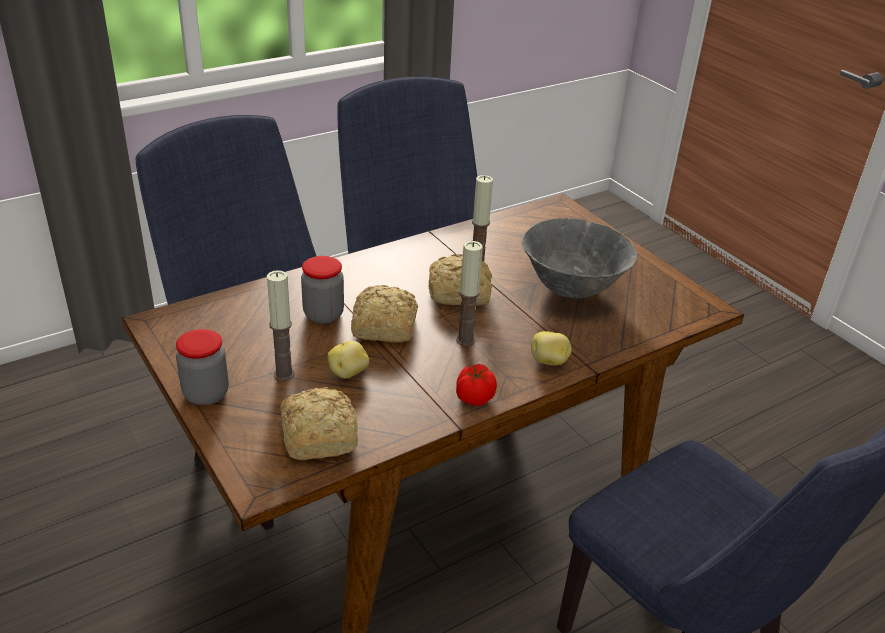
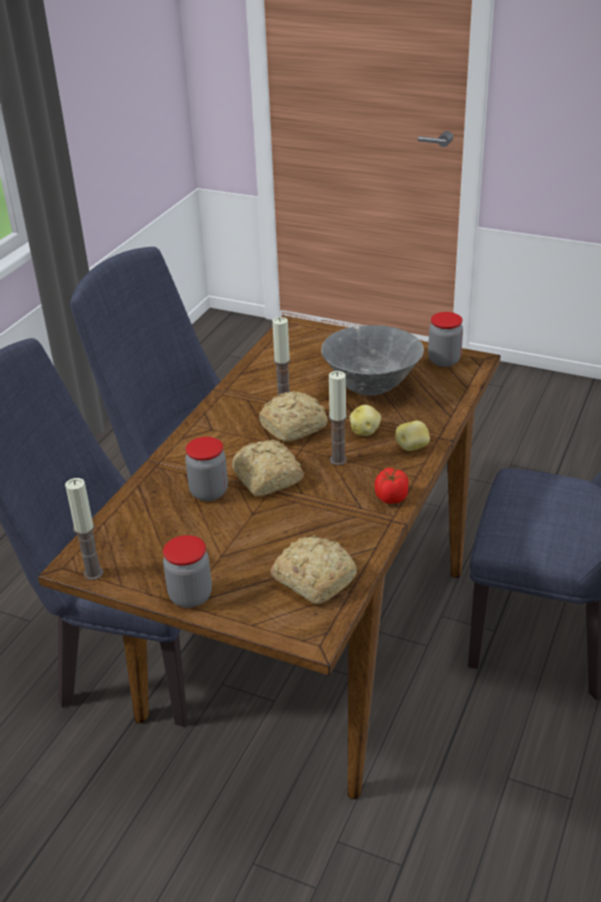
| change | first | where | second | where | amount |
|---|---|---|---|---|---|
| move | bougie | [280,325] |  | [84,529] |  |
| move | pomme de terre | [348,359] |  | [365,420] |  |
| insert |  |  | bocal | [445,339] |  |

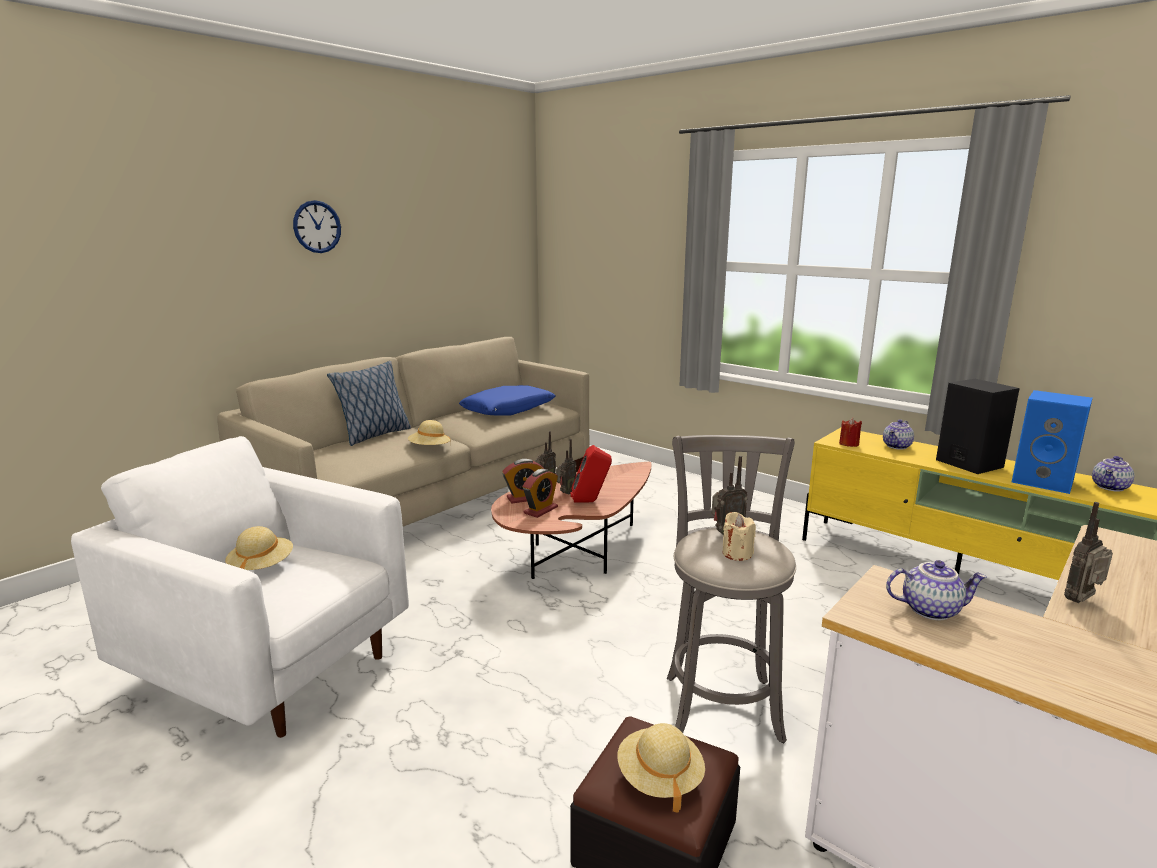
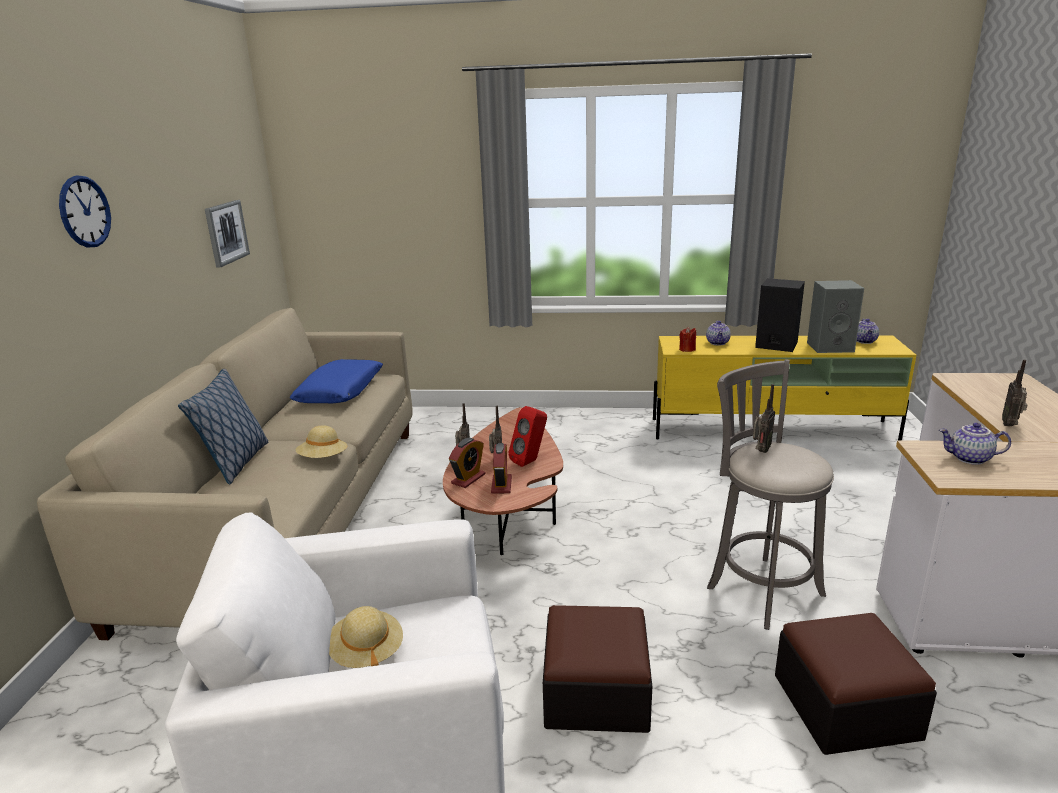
| change | first | where | second | where | amount |
|---|---|---|---|---|---|
| recolor | enceinte [bleu] | [1052,442] | enceinte [gris] | [835,316] |  |
| delete | bougie [beige] | [739,536] |  |  |  |
| rotate | théière | [936,590] |  | [975,444] | 135 degrees counterclockwise |
| delete | chapeau [beige] | [661,768] |  |  |  |
| insert |  |  | tableau | [227,234] |  |
| insert |  |  | pouf | [597,669] |  |

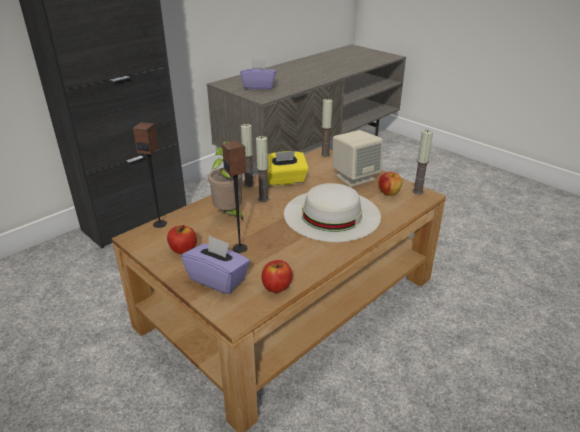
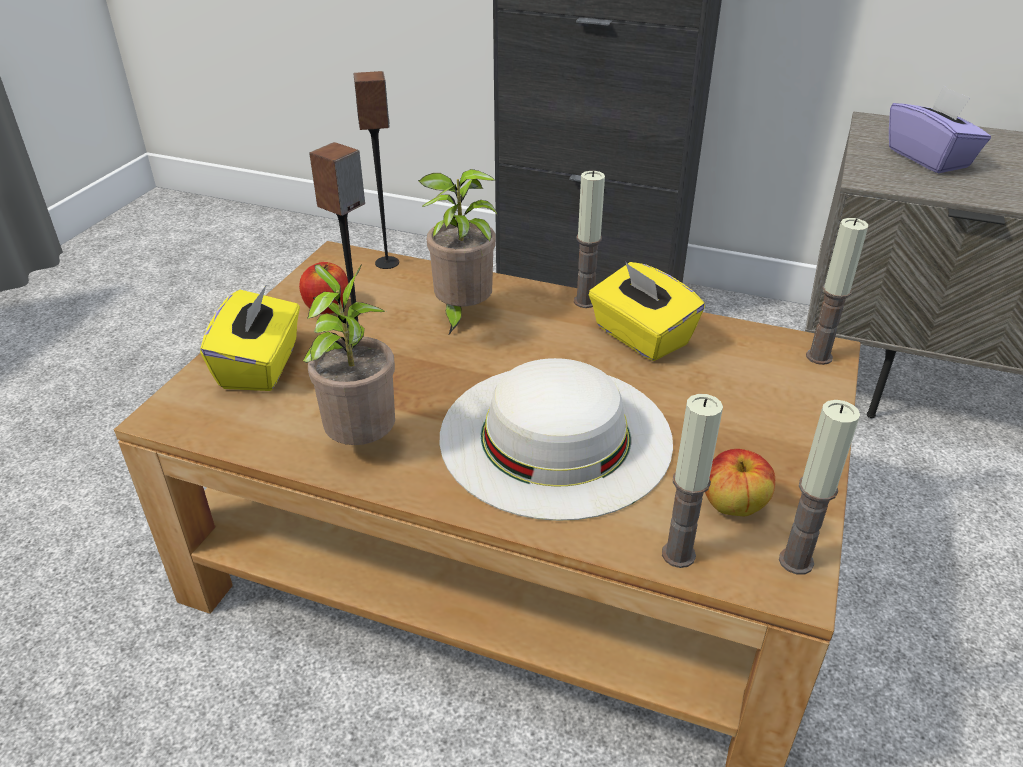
| change | first | where | second | where | amount |
|---|---|---|---|---|---|
| delete | enceinte [beige] | [358,158] |  |  |  |
| move | bougie | [262,169] |  | [692,481] |  |
| recolor | boîte à mouchoirs [violet] | [215,264] | boîte à mouchoirs [jaune] | [250,338] |  |
| delete | pomme | [277,276] |  |  |  |
| insert |  |  | plante en pot | [349,355] |  |

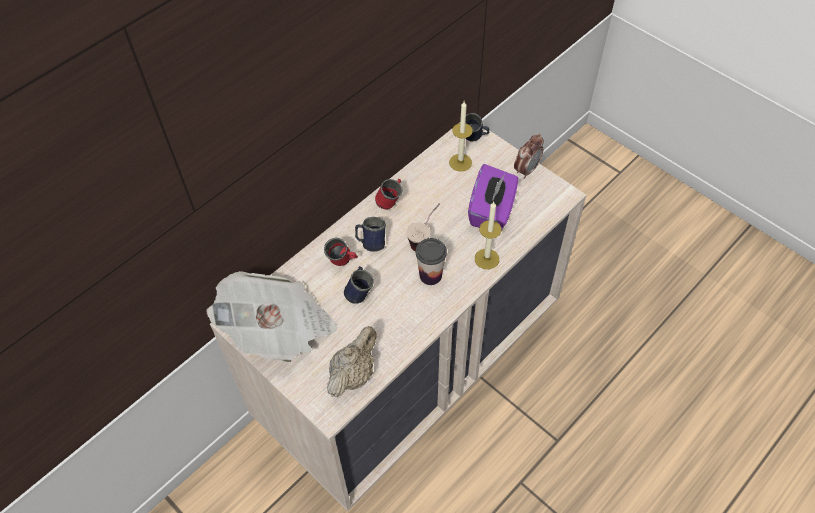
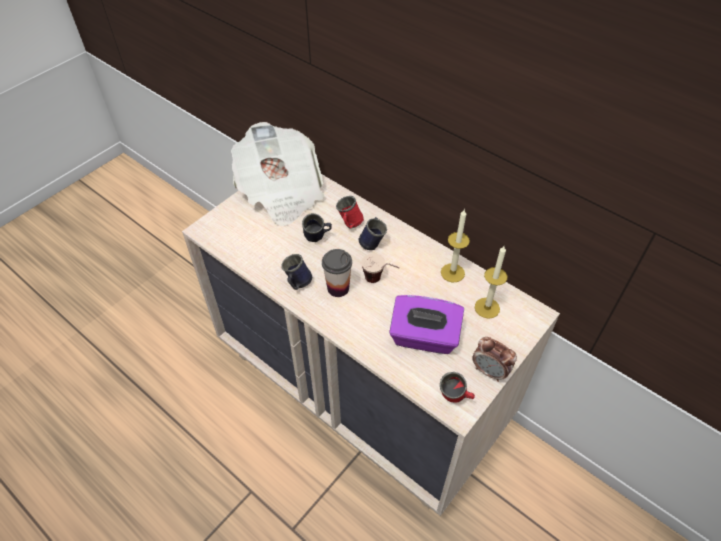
| change | first | where | second | where | amount |
|---|---|---|---|---|---|
| move | mug [bleu] | [477,127] |  | [296,272] |  |
| move | mug [rouge] | [388,194] |  | [457,387] |  |
| move | bougie | [488,235] |  | [455,246] |  |
| delete | théière [beige] | [352,361] |  |  |  |

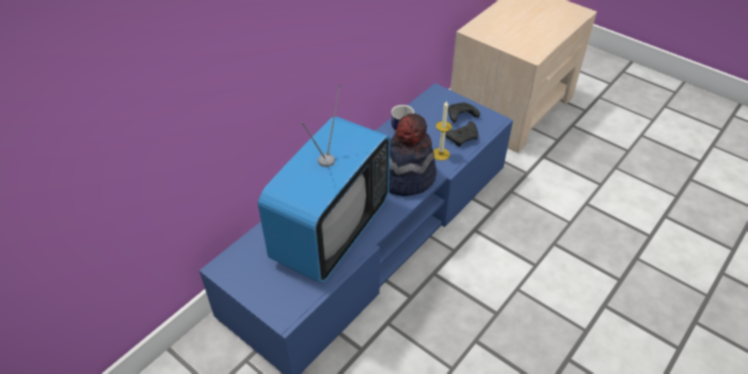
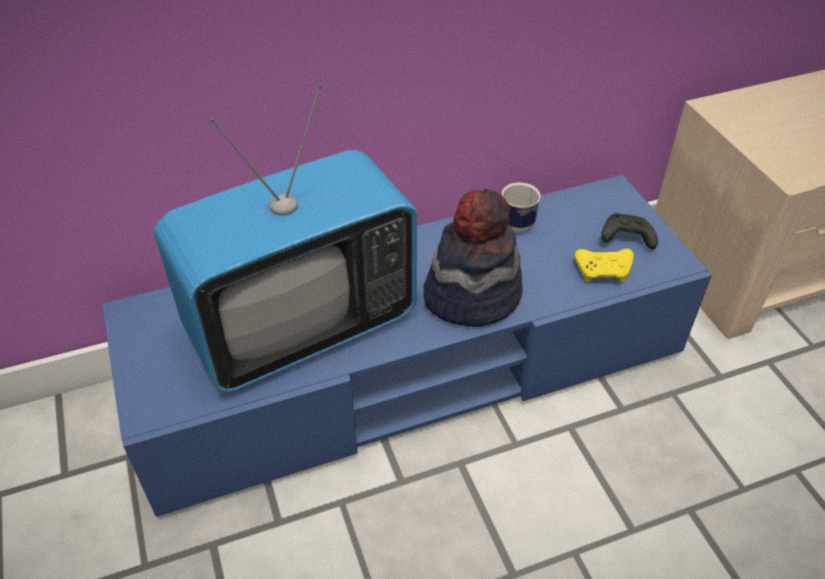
| change | first | where | second | where | amount |
|---|---|---|---|---|---|
| delete | bougie | [442,130] |  |  |  |
| recolor | manette [noir] | [461,134] | manette [jaune] | [604,265] |  |

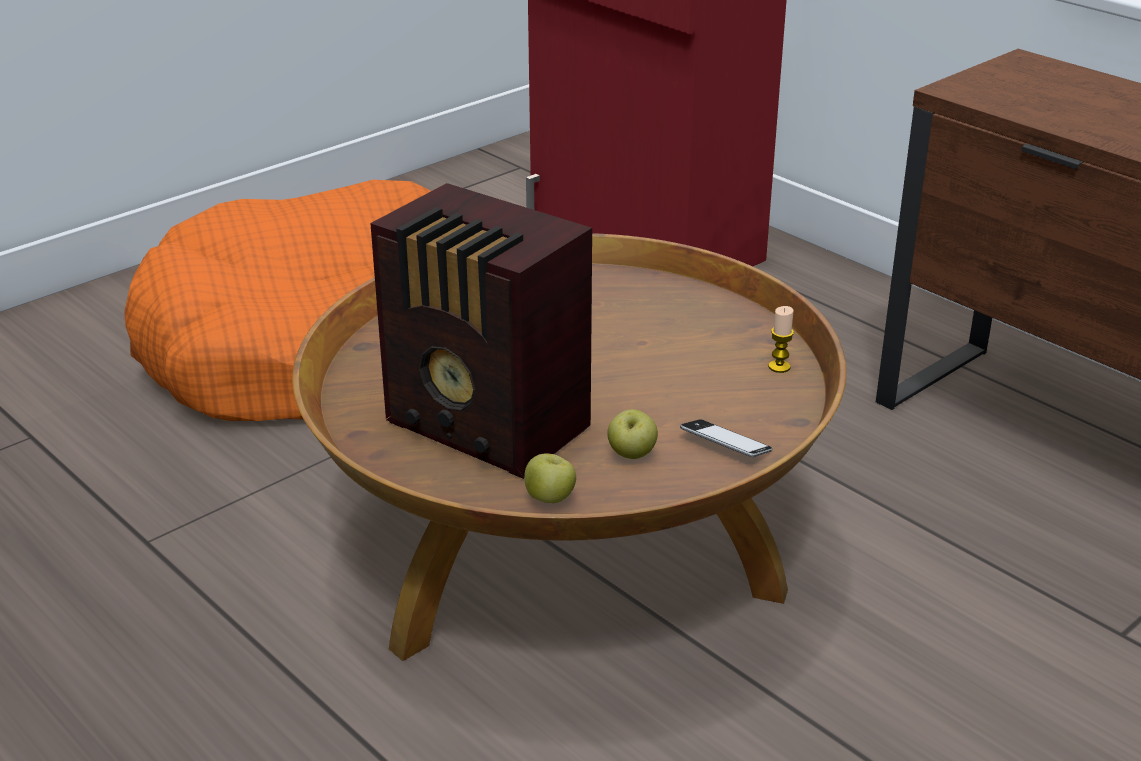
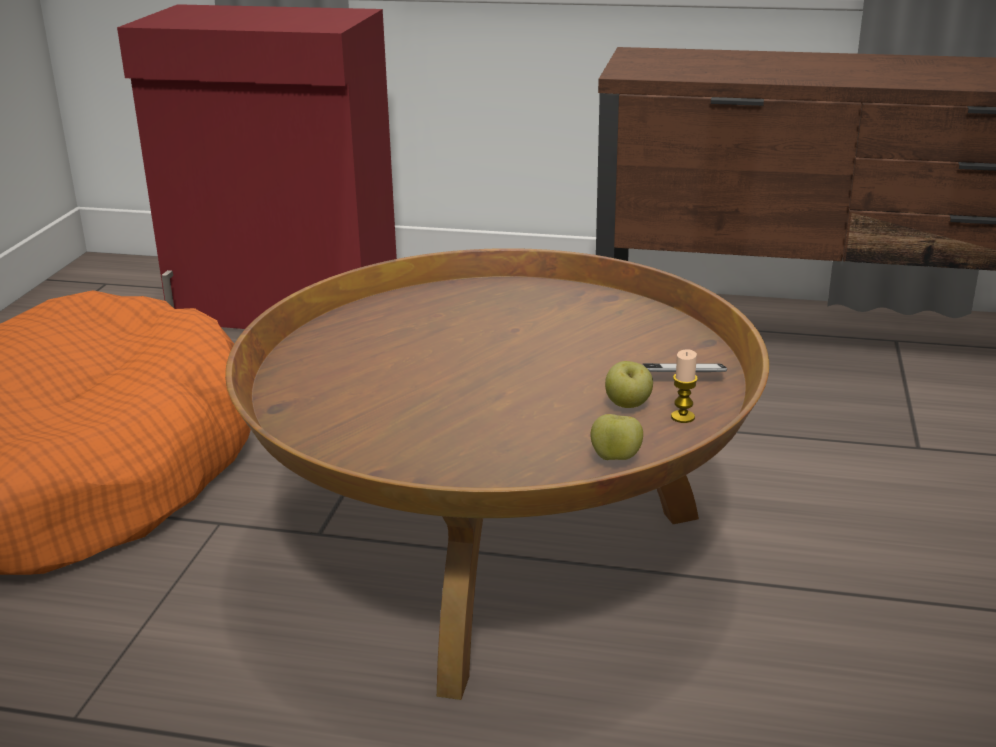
| change | first | where | second | where | amount |
|---|---|---|---|---|---|
| delete | radio | [481,331] |  |  |  |
| move | bougie | [781,339] |  | [684,386] |  |

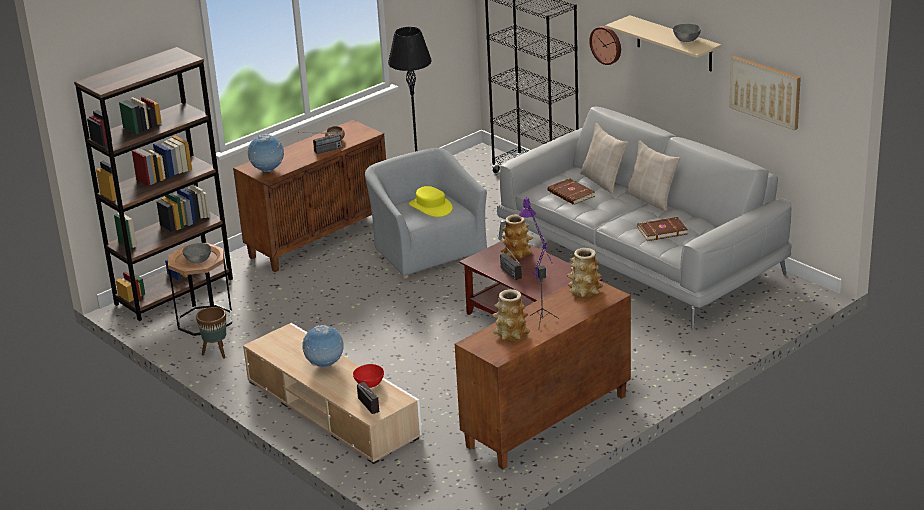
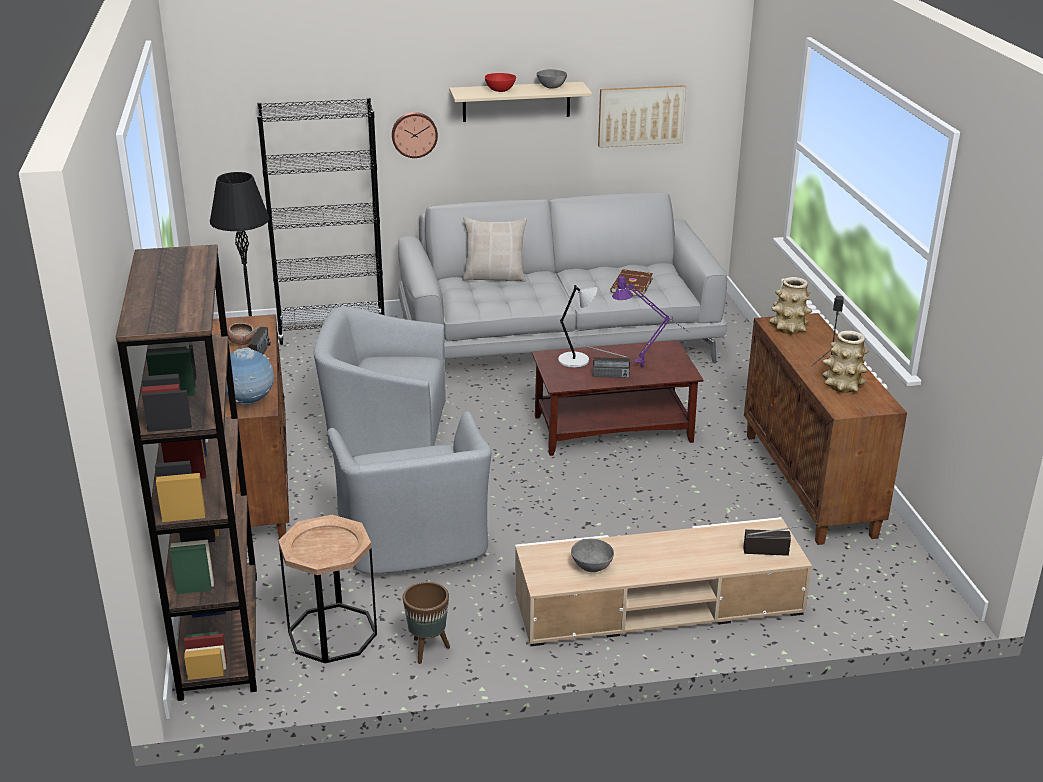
| change | first | where | second | where | amount |
|---|---|---|---|---|---|
| delete | coussin [beige] | [653,176] |  |  |  |
| delete | livre [marron] | [571,191] |  |  |  |
| delete | chapeau [jaune] | [431,201] |  |  |  |
| replace | vase | [517,237] | lampe de table [gris] | [577,326] |  |
| move | bol [gris] | [197,253] |  | [592,555] |  |
| delete | globe | [323,346] |  |  |  |
| move | bol [rouge] | [368,376] |  | [500,82] |  |
| insert |  |  | fauteuil [gris] | [409,492] |  |

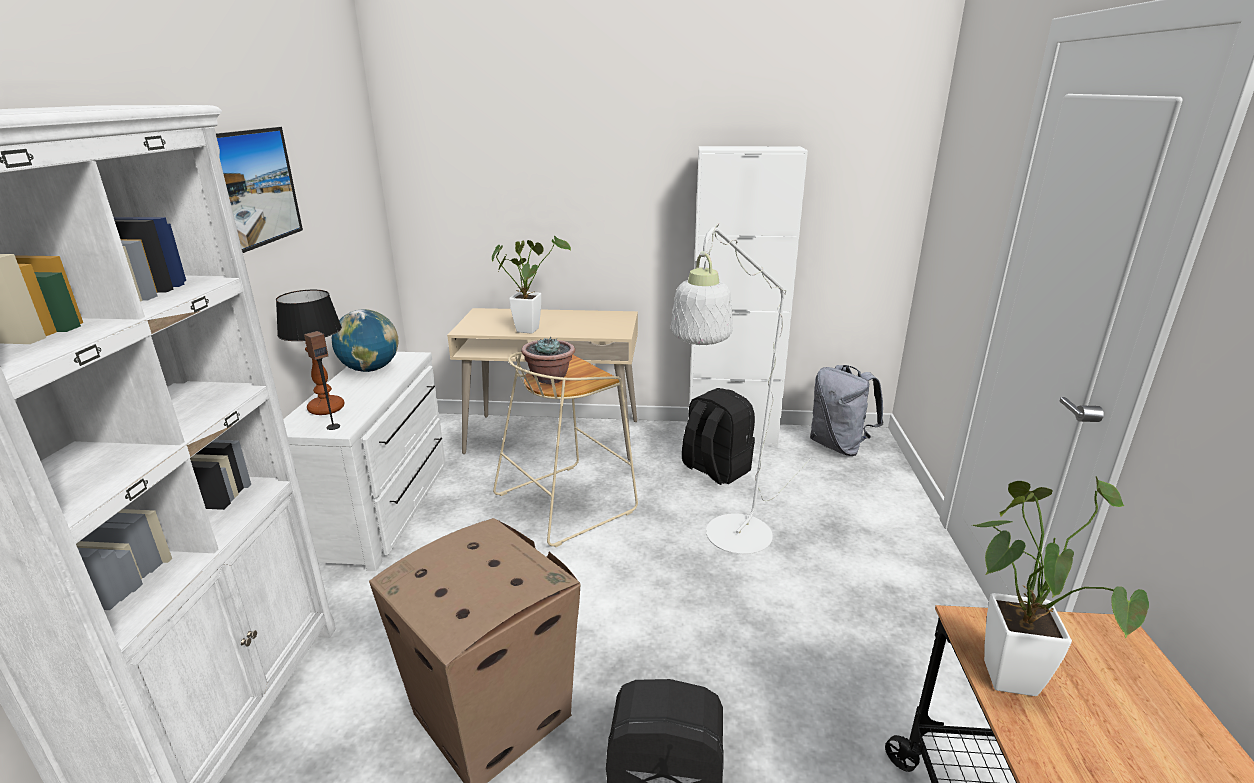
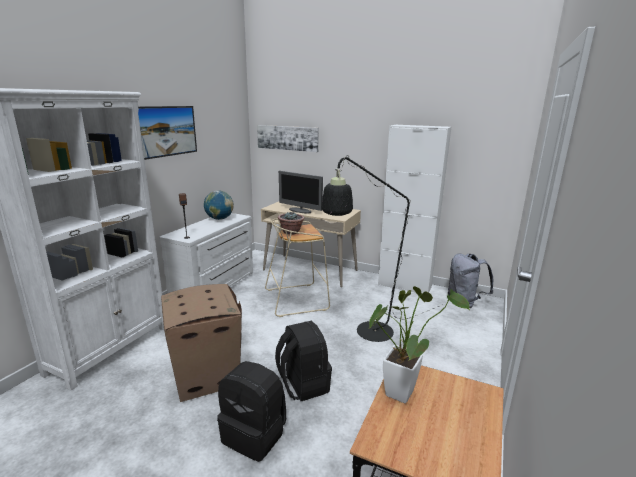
| change | first | where | second | where | amount |
|---|---|---|---|---|---|
| recolor | lampadaire [blanc] | [741,388] | lampadaire [noir] | [381,248] |  |
| replace | plante en pot | [531,285] | écran d'ordinateur | [301,192] |  |
| delete | lampe de table | [310,352] |  |  |  |
| move | sac à dos [noir] | [718,436] |  | [303,361] |  |
| insert |  |  | tableau | [288,138] |  |

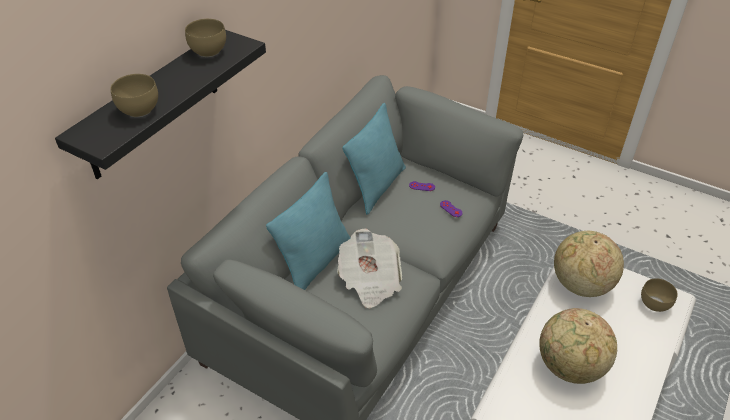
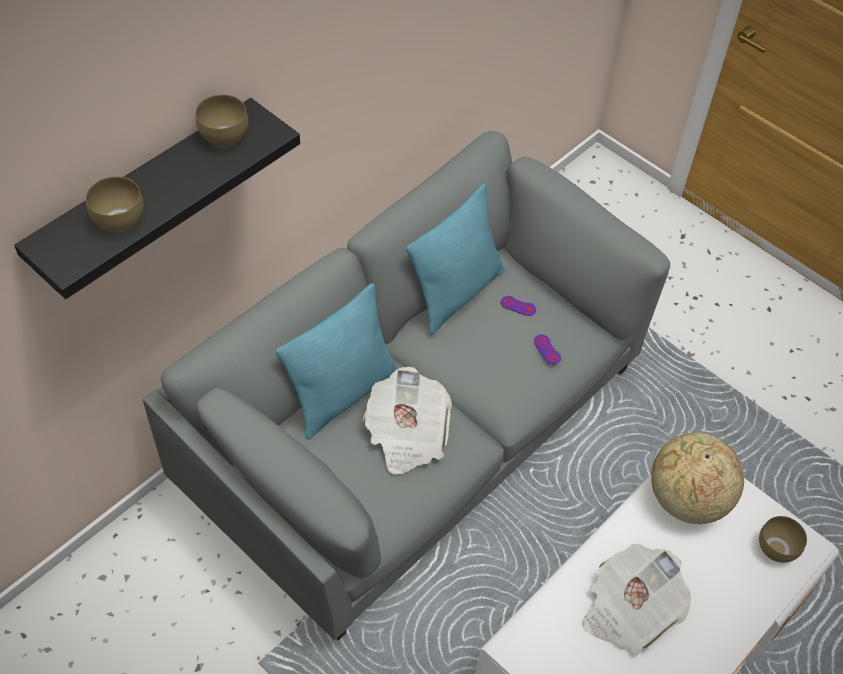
| change | first | where | second | where | amount |
|---|---|---|---|---|---|
| replace | globe | [578,346] | journal | [636,599] |  |

